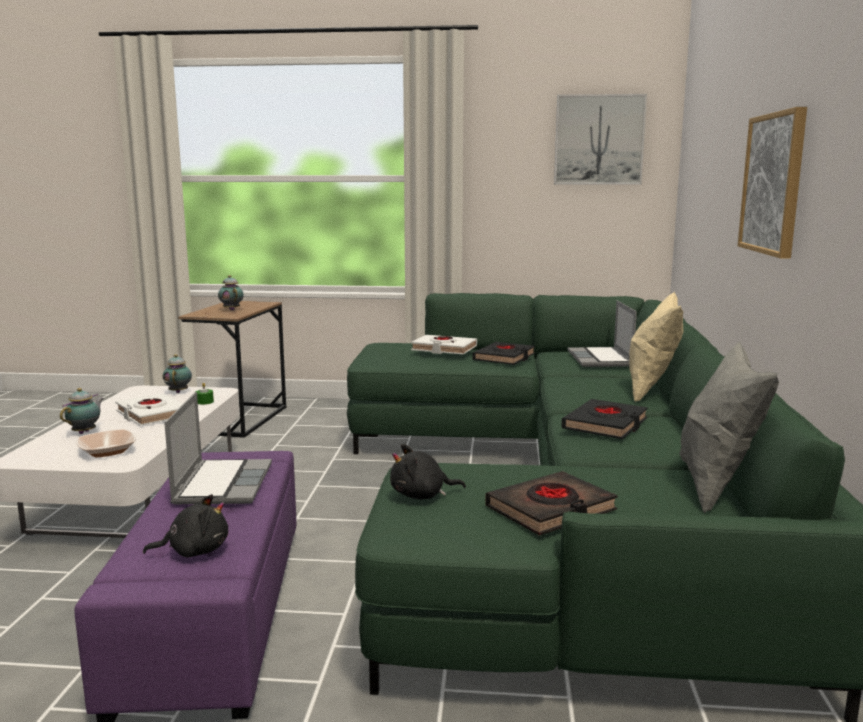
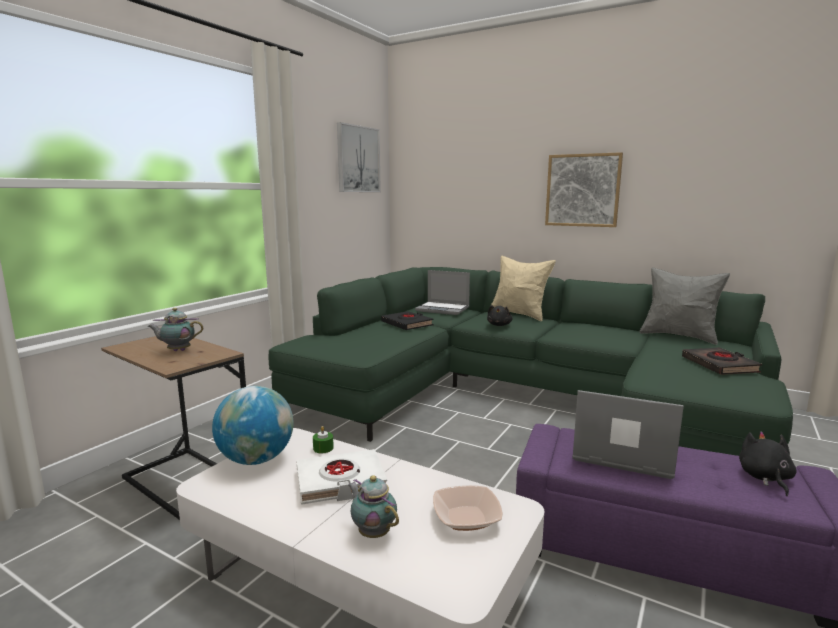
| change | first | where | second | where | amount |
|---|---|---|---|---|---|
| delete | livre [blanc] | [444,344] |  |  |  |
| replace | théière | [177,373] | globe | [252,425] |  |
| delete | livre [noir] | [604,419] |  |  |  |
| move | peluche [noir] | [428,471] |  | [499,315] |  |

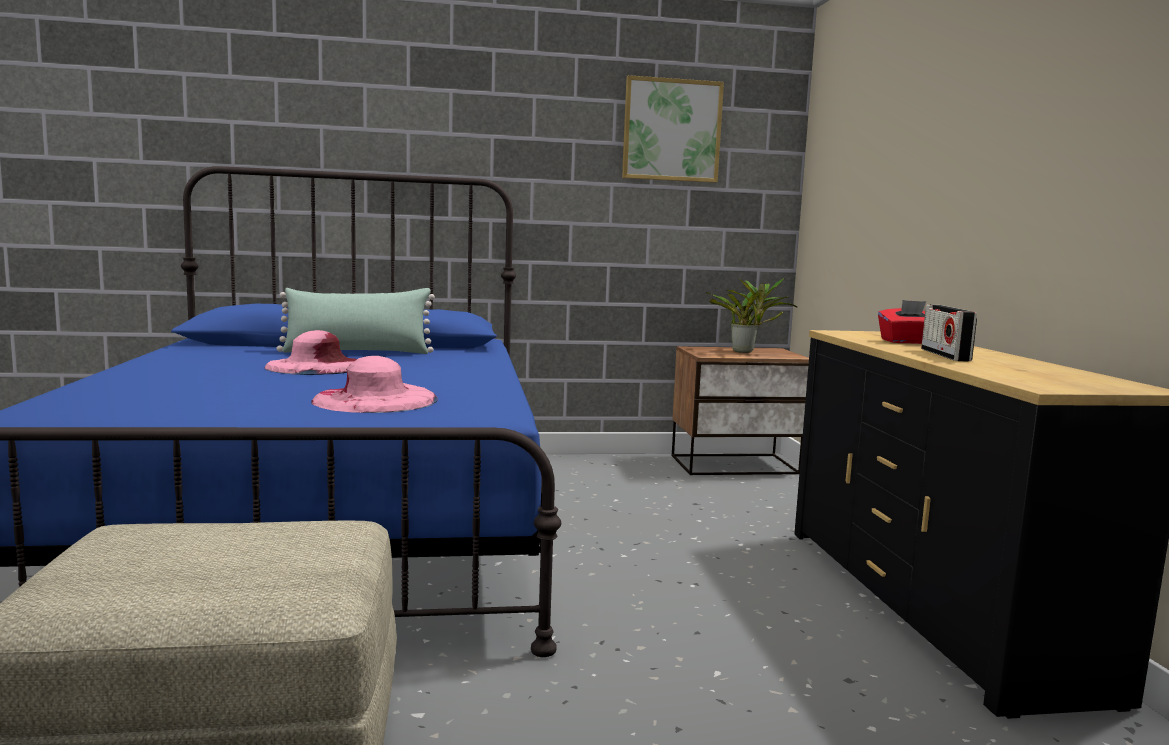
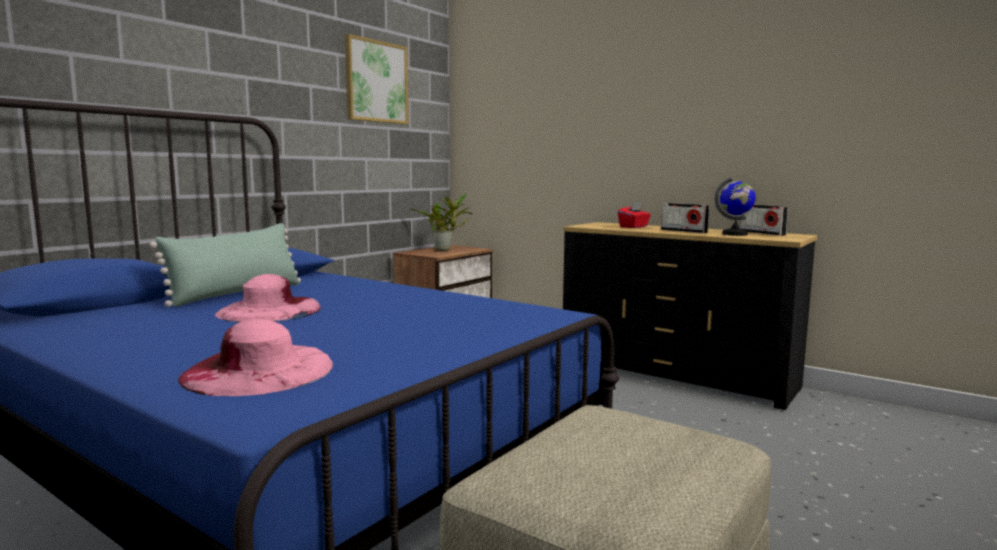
| change | first | where | second | where | amount |
|---|---|---|---|---|---|
| move | chapeau [rose] | [374,384] |  | [255,357] |  |
| insert |  |  | globe | [735,206] |  |
| insert |  |  | radio | [764,220] |  |

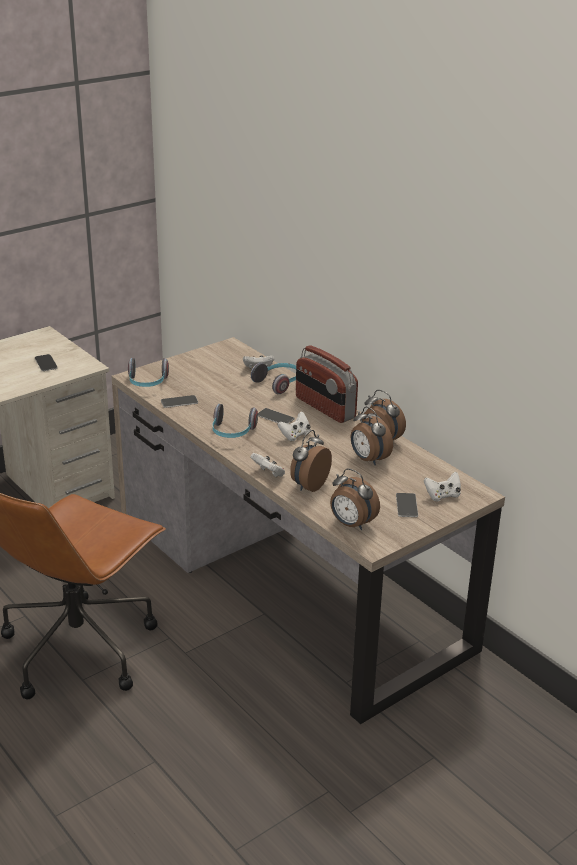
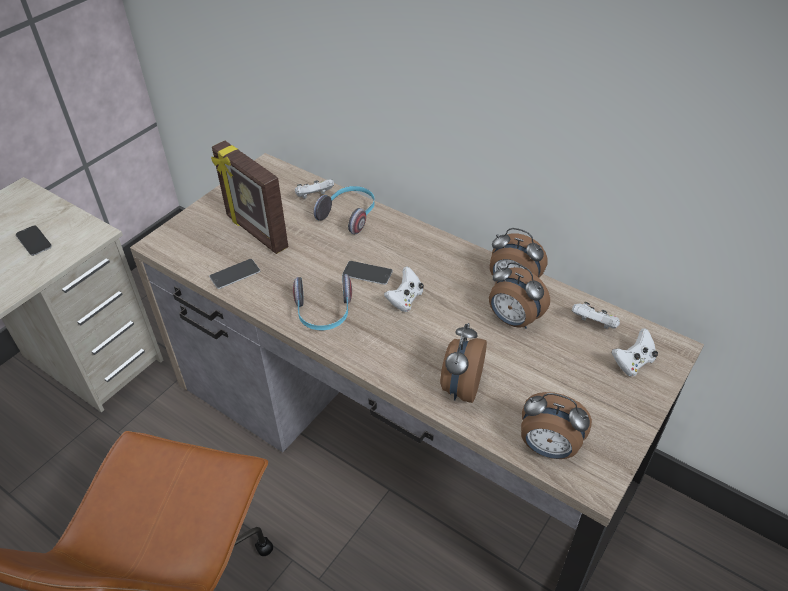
| change | first | where | second | where | amount |
|---|---|---|---|---|---|
| delete | radio | [327,384] |  |  |  |
| delete | casque audio | [148,372] |  |  |  |
| move | manette [blanc] | [267,465] |  | [596,315] |  |
| delete | téléphone | [407,505] |  |  |  |
| insert |  |  | cadre photo | [249,197] |  |

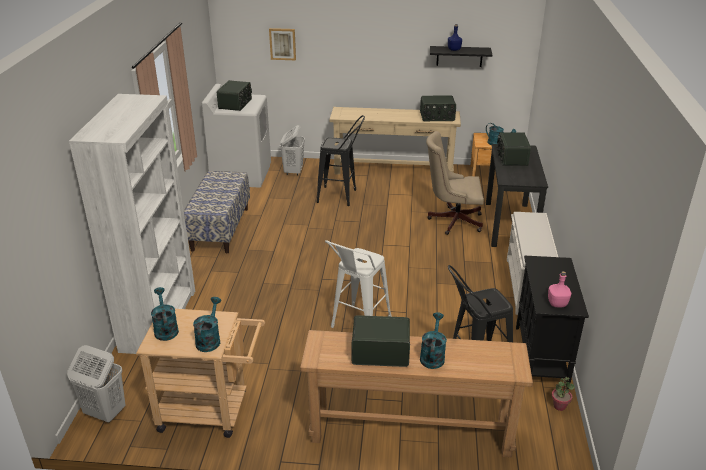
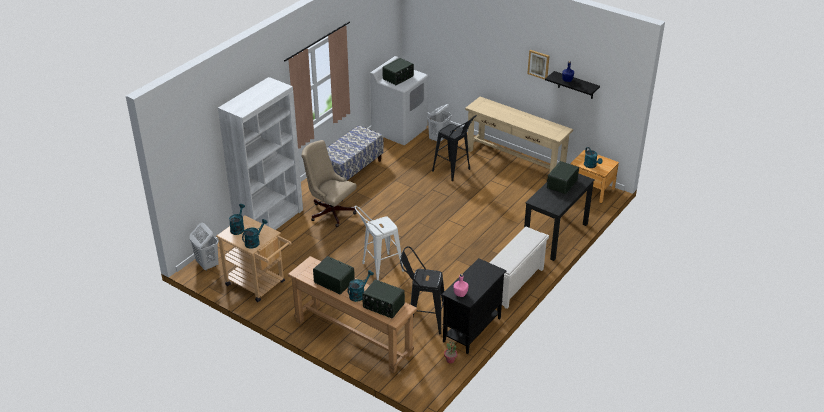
| change | first | where | second | where | amount |
|---|---|---|---|---|---|
| move | tableau | [282,44] |  | [538,65] |  |
| move | radio | [438,108] |  | [383,299] |  |
| move | chaise de bureau [beige] | [455,183] |  | [328,183] |  |

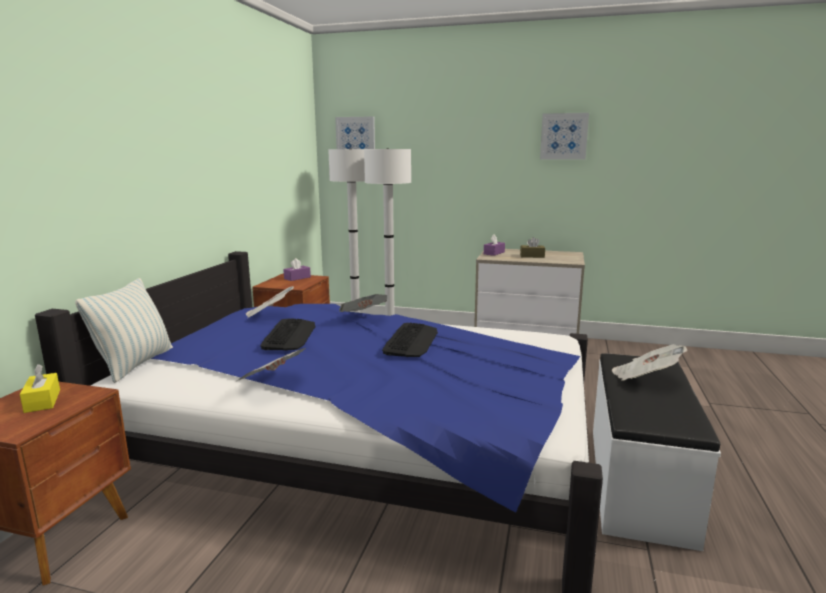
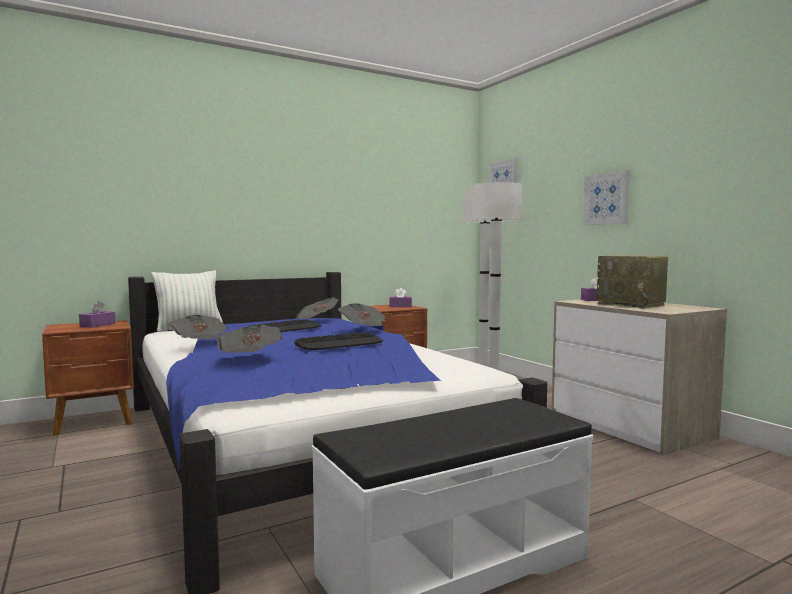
| change | first | where | second | where | amount |
|---|---|---|---|---|---|
| move | tableau | [564,136] |  | [606,197] |  |
| replace | boîte à mouchoirs [marron] | [532,247] | radio | [632,282] |  |
| move | journal | [649,362] |  | [249,338] |  |
| recolor | boîte à mouchoirs [jaune] | [40,388] | boîte à mouchoirs [violet] | [97,314] |  |

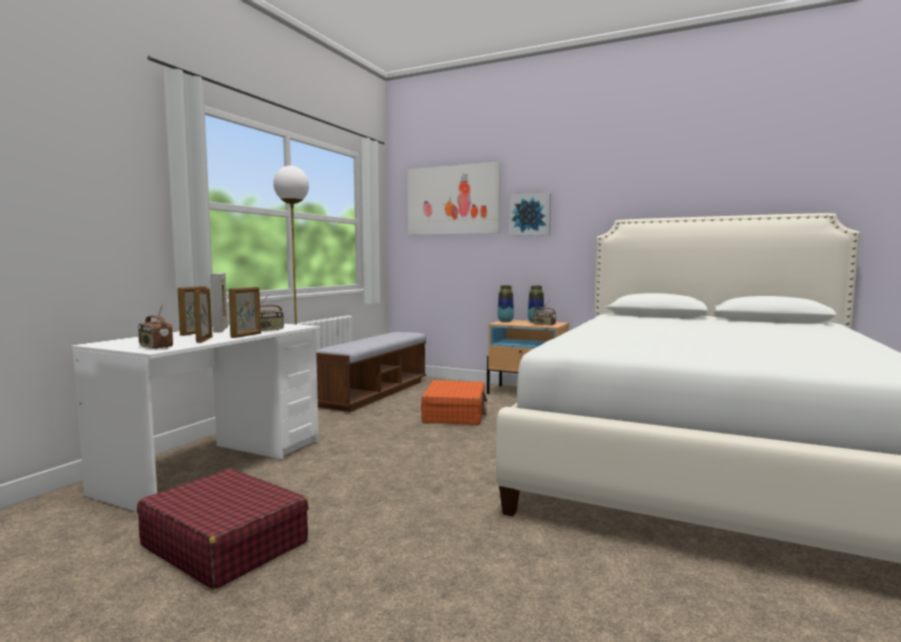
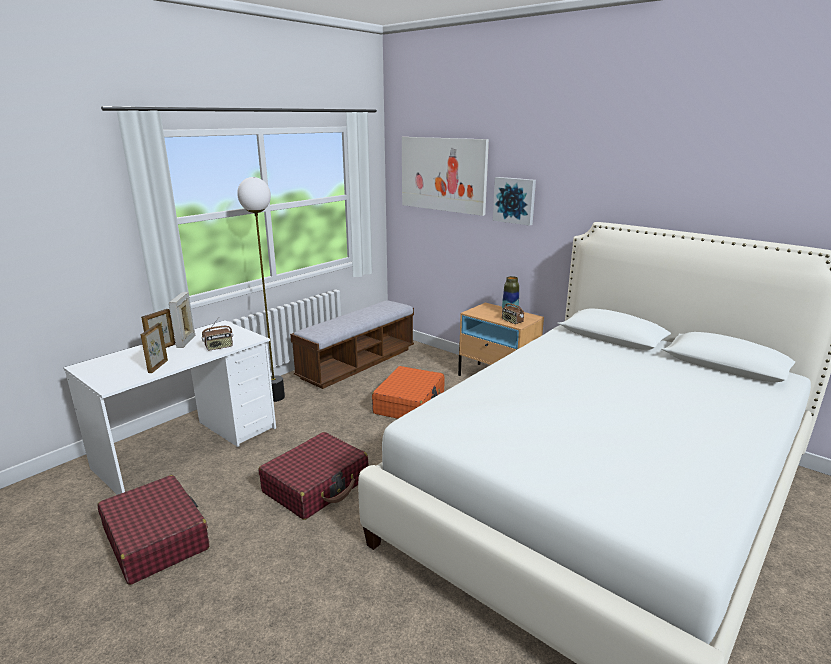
| change | first | where | second | where | amount |
|---|---|---|---|---|---|
| delete | vase | [506,303] |  |  |  |
| delete | cadre photo | [245,312] |  |  |  |
| delete | radio | [155,326] |  |  |  |
| insert |  |  | valise [rouge] | [313,476] |  |

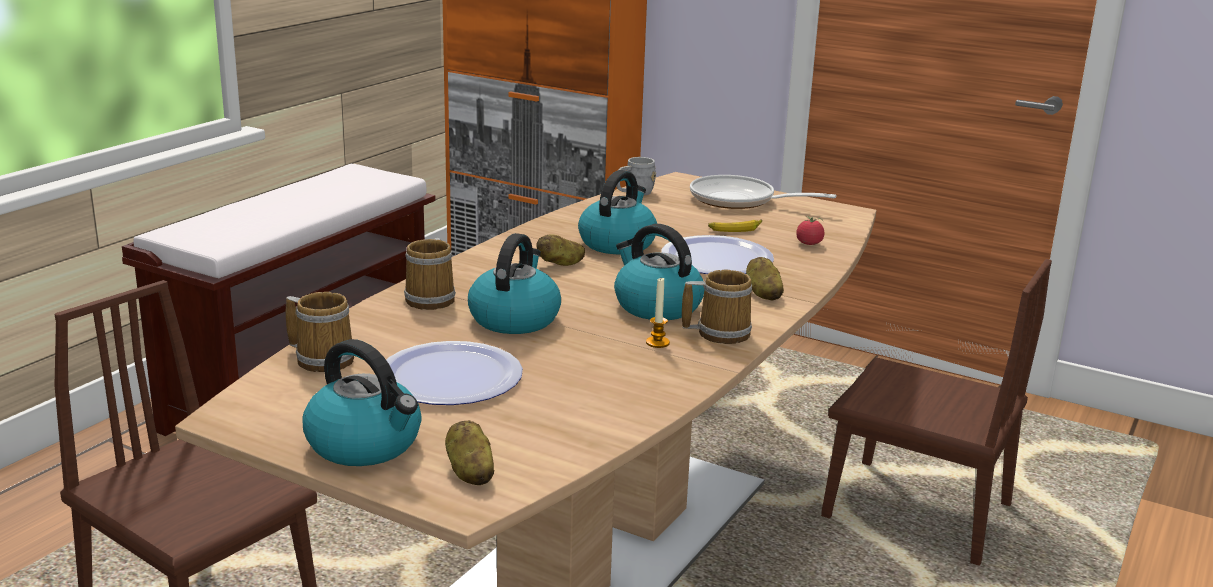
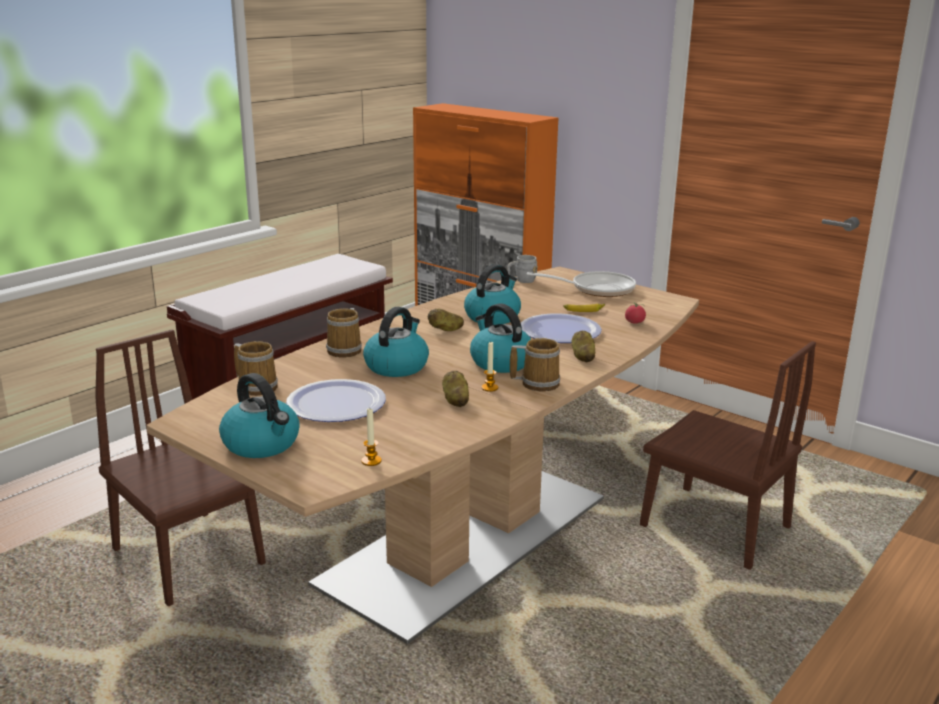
| change | first | where | second | where | amount |
|---|---|---|---|---|---|
| rotate | poêle | [763,192] |  | [581,284] | 150 degrees clockwise |
| move | pomme de terre | [469,452] |  | [455,389] |  |
| insert |  |  | bougie | [371,437] |  |

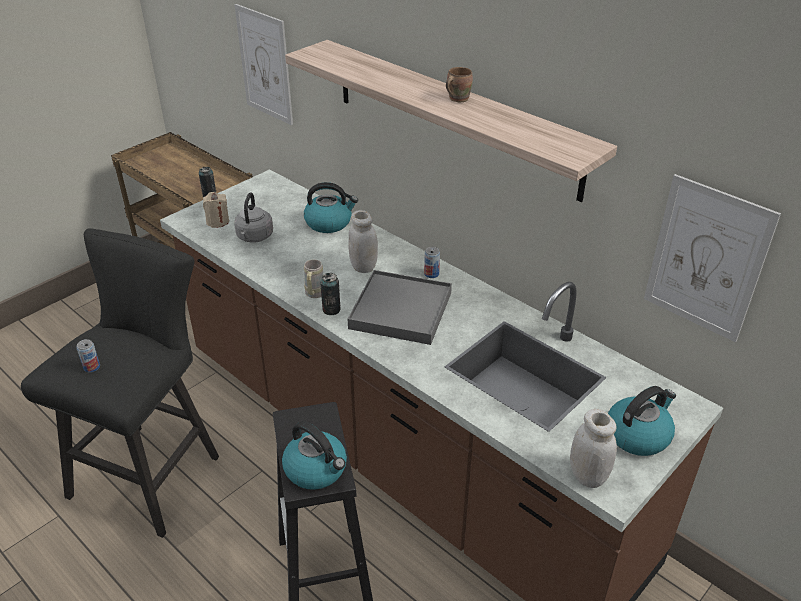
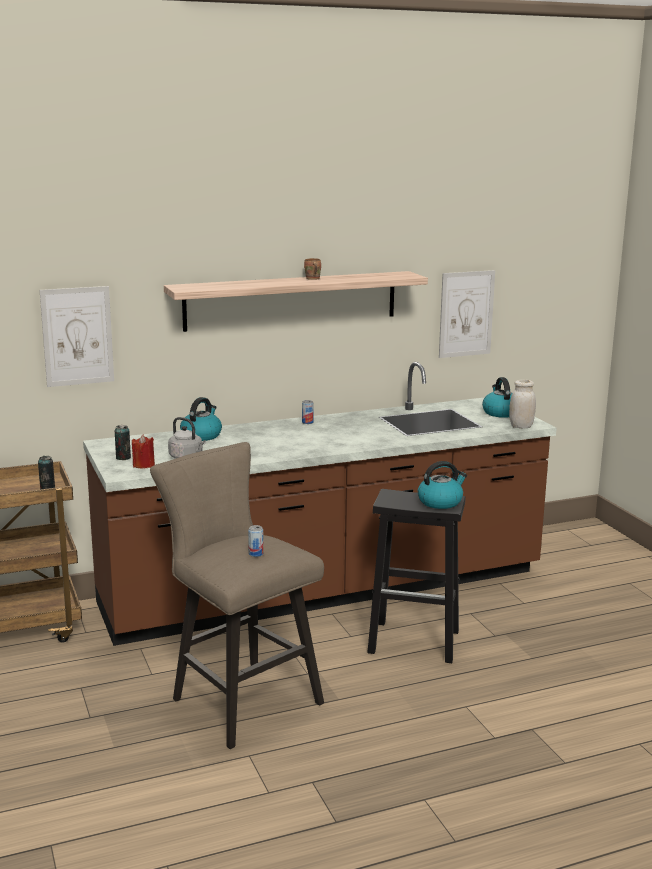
| change | first | where | second | where | amount |
|---|---|---|---|---|---|
| recolor | bougie [beige] | [216,210] | bougie [rouge] | [143,452] |  |
| delete | bocal [blanc] | [363,241] |  |  |  |
| recolor | tabouret [noir] | [120,383] | tabouret [beige] | [237,595] |  |
| delete | mug [beige] | [314,278] |  |  |  |
| delete | plateau [gris] | [400,307] |  |  |  |
| move | boîte métallique | [330,294] |  | [123,442] |  |

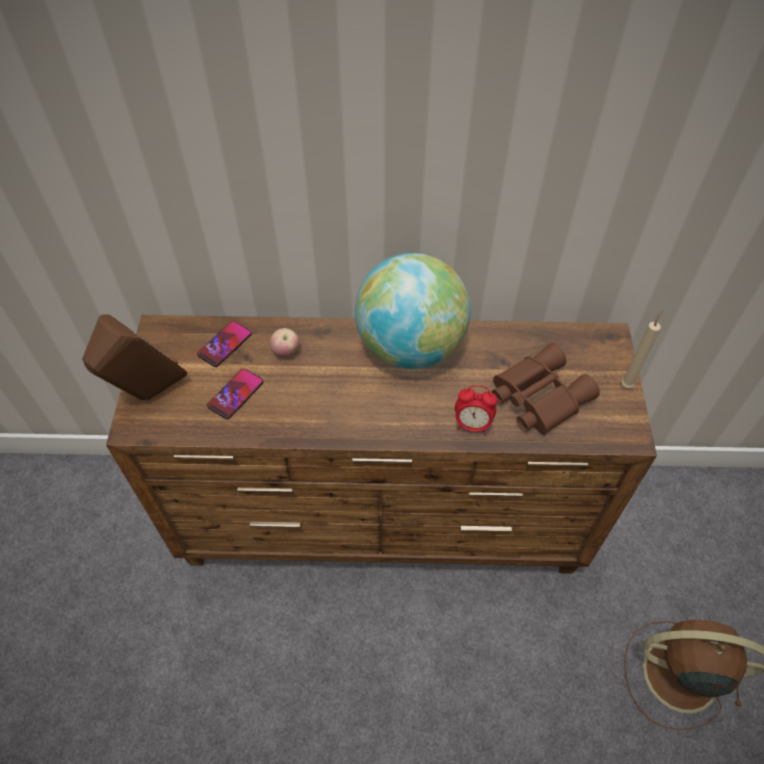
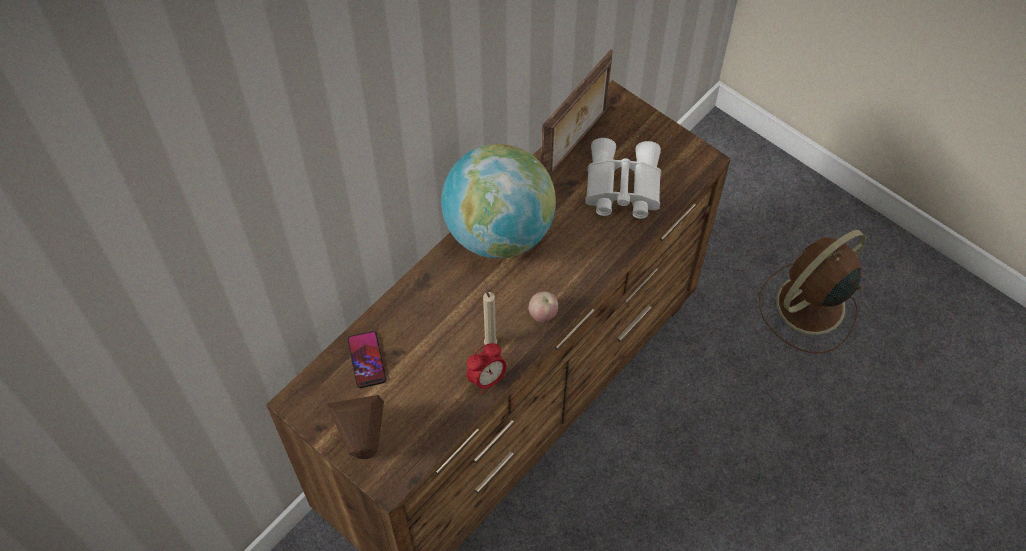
| change | first | where | second | where | amount |
|---|---|---|---|---|---|
| move | bougie [beige] | [642,349] |  | [490,313] |  |
| move | pomme | [284,342] |  | [543,307] |  |
| recolor | jumelles [marron] | [546,389] | jumelles [blanc] | [623,178] |  |
| delete | téléphone | [235,393] |  |  |  |
| move | réveil | [476,410] |  | [486,368] |  |
| insert |  |  | cadre photo | [577,112] |  |

